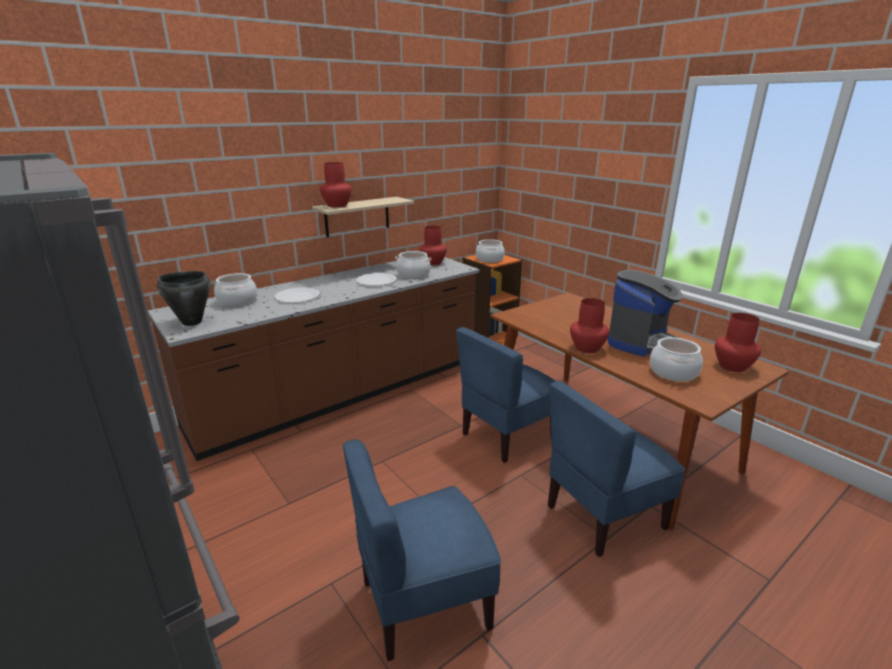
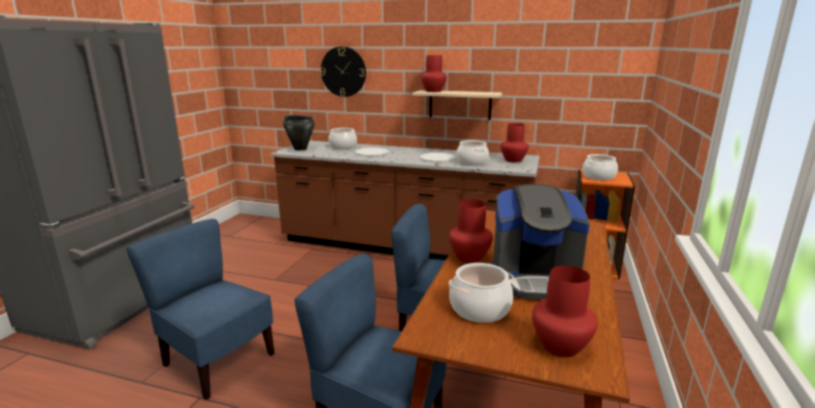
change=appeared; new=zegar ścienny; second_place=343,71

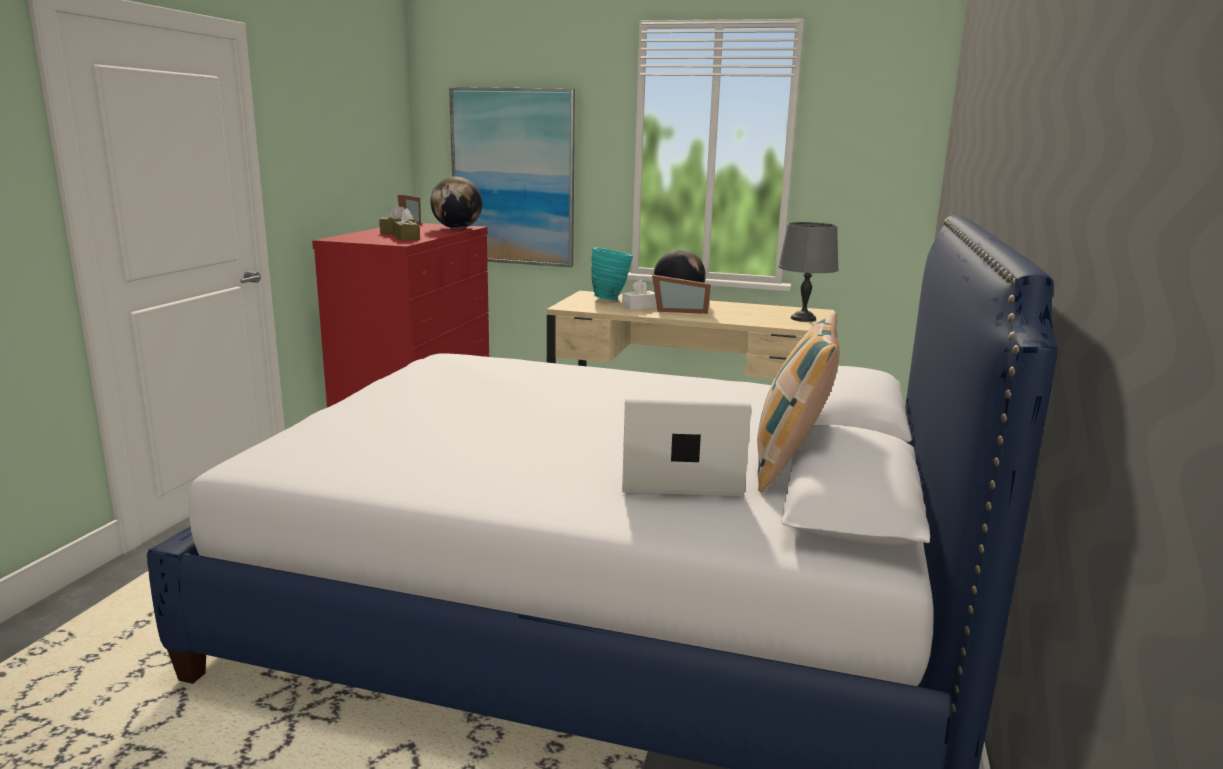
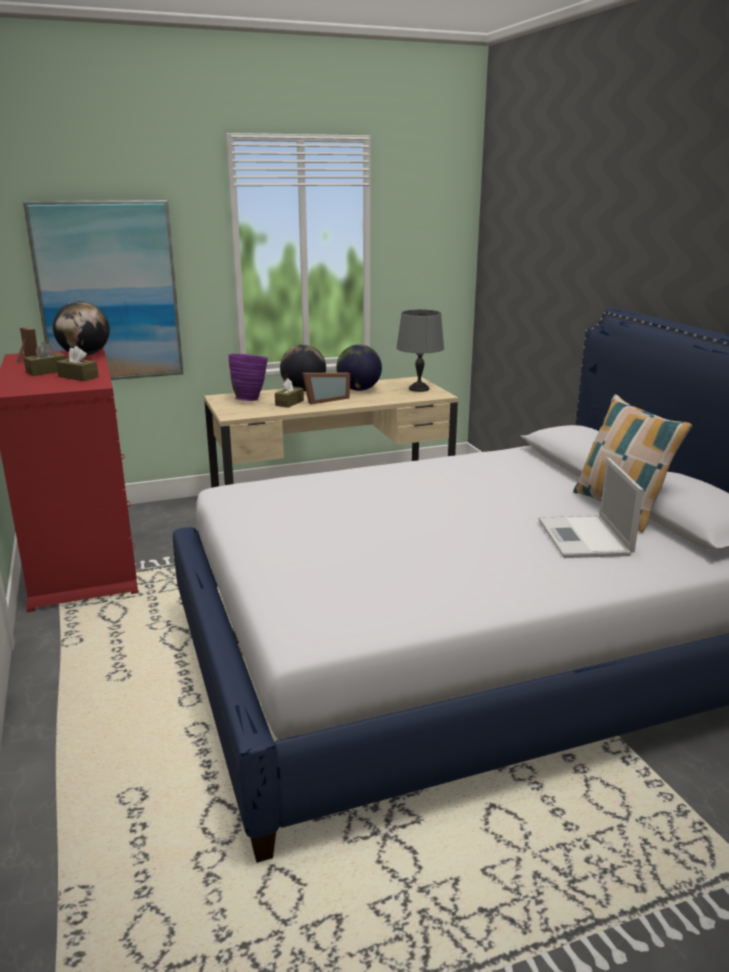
change=colour; old=wazon/turkusowy; new=wazon/fioletowy; first_place=611,299; second_place=250,399
change=colour; old=pudełko chusteczek/biały; new=pudełko chusteczek/brązowy; first_place=640,307; second_place=289,403
change=spun; old=laptop; first_place=677,477; second_place=585,538; degrees=-60
change=appeared; new=globus; second_place=359,390

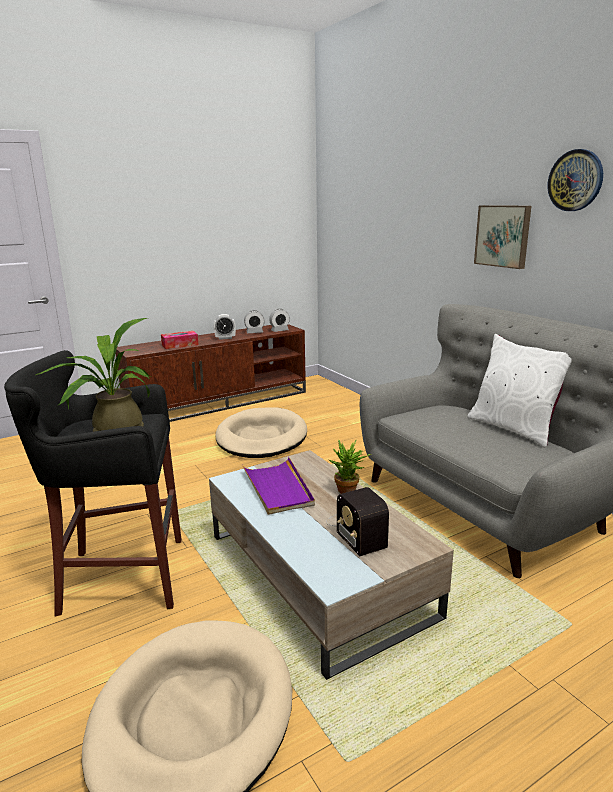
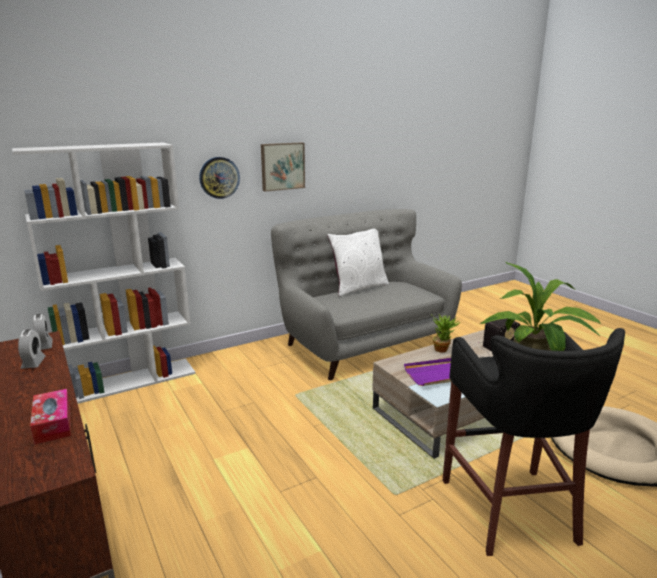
change=relocated; old=zegar ścienny; first_place=575,180; second_place=219,177
change=missing; old=budzik; first_place=225,338
change=missing; old=legowisko/beżowy; first_place=261,437
change=appeared; new=regał/biały; second_place=130,381

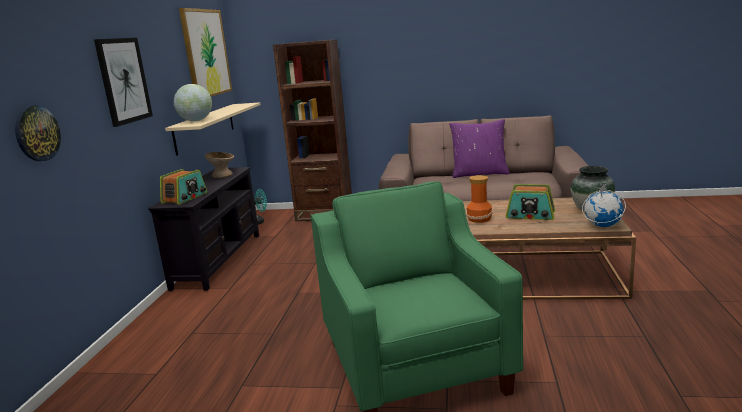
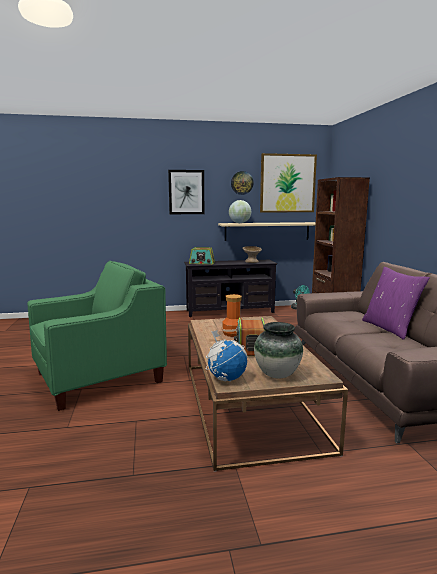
change=relocated; old=zegar ścienny; first_place=37,133; second_place=242,183

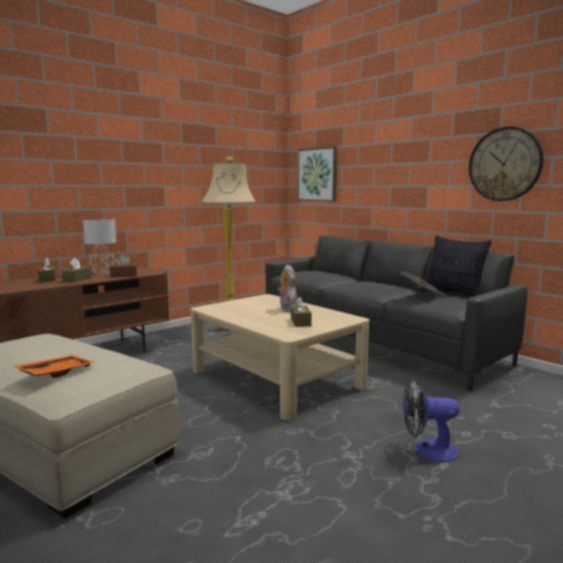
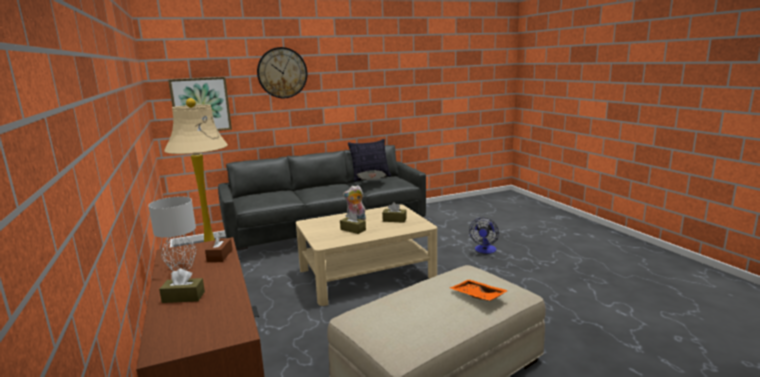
change=relocated; old=zegar ścienny; first_place=505,164; second_place=282,73
change=relocated; old=pudełko chusteczek/brązowy; first_place=77,279; second_place=353,230

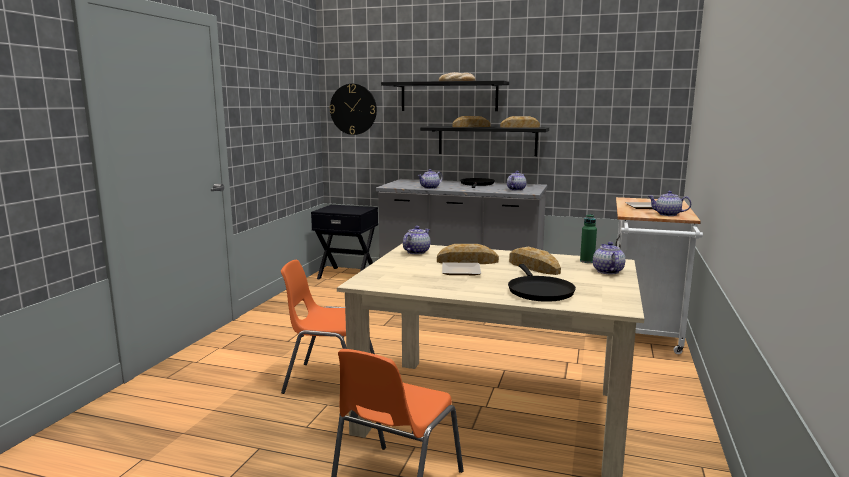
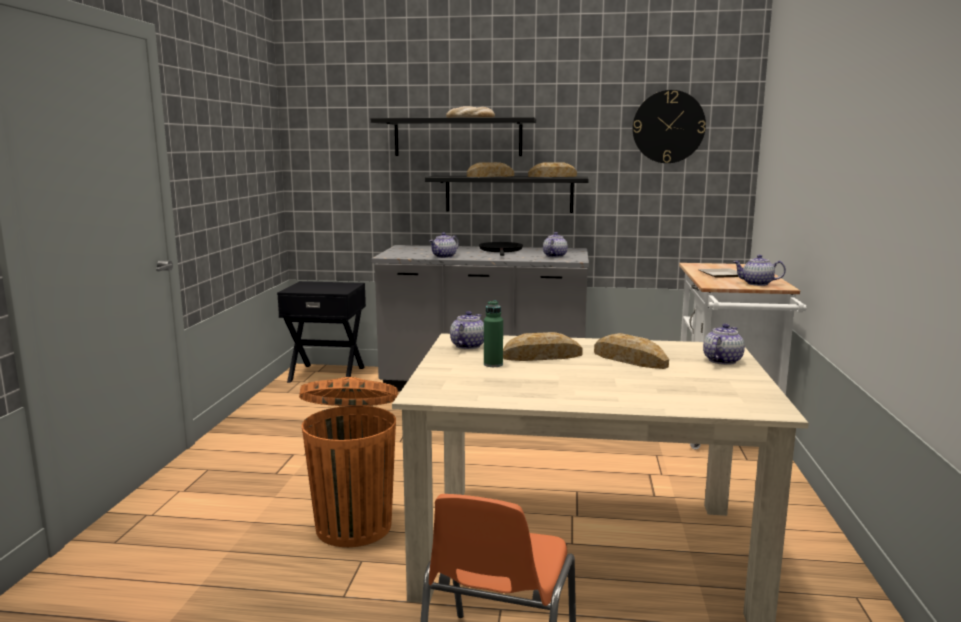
change=relocated; old=zegar ścienny; first_place=353,109; second_place=668,127
change=relocated; old=butelka/zielony; first_place=587,261; second_place=493,364
change=spun; old=imbryk; first_place=607,271; second_place=722,360; degrees=45
change=exchanged; old=krzesło/pomarańczowy; new=kosz na śmieci/pomarańczowy; first_place=330,380; second_place=354,525
change=missing; old=talerz; first_place=459,271
change=missing; old=patelnia/czarny; first_place=539,291

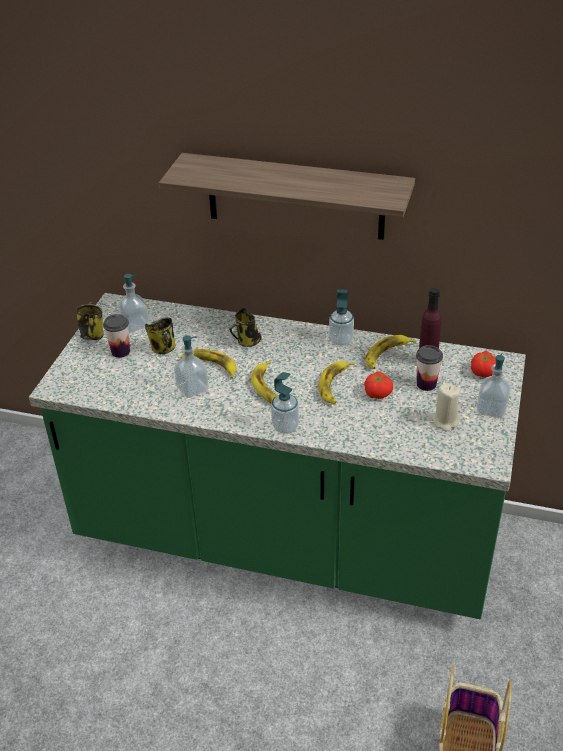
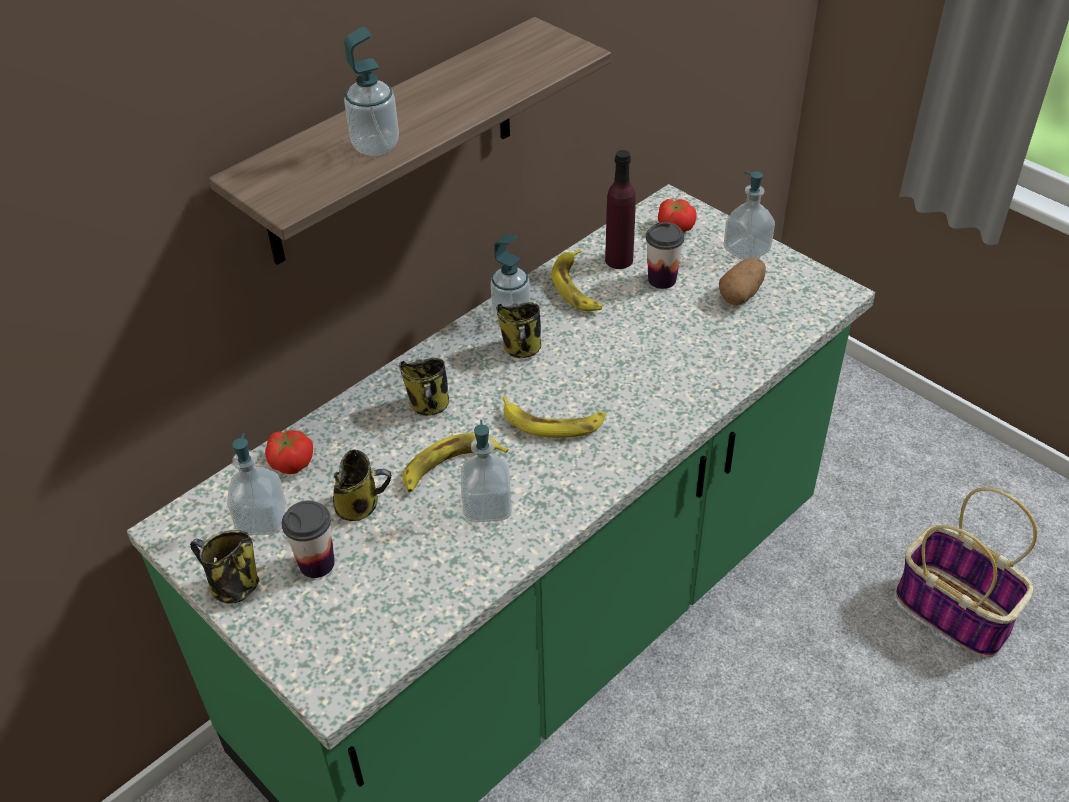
change=missing; old=banan; first_place=335,385
change=relocated; old=pomidor; first_place=378,393; second_place=292,461
change=relocated; old=dozownik mydła; first_place=285,427; second_place=375,146
change=exchanged; old=świeca/beżowy; new=ziemniak; first_place=445,421; second_place=741,294
change=appeared; new=kubek; second_place=522,349

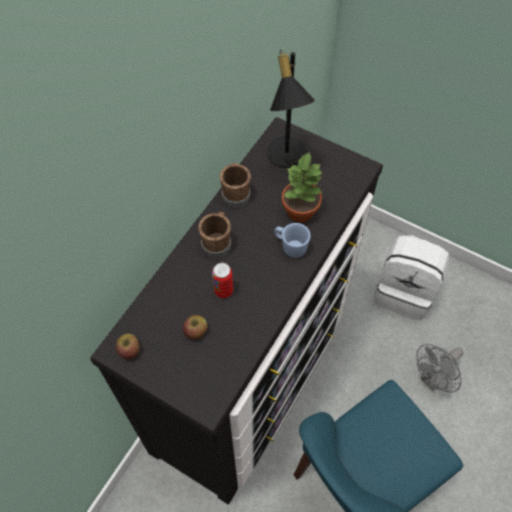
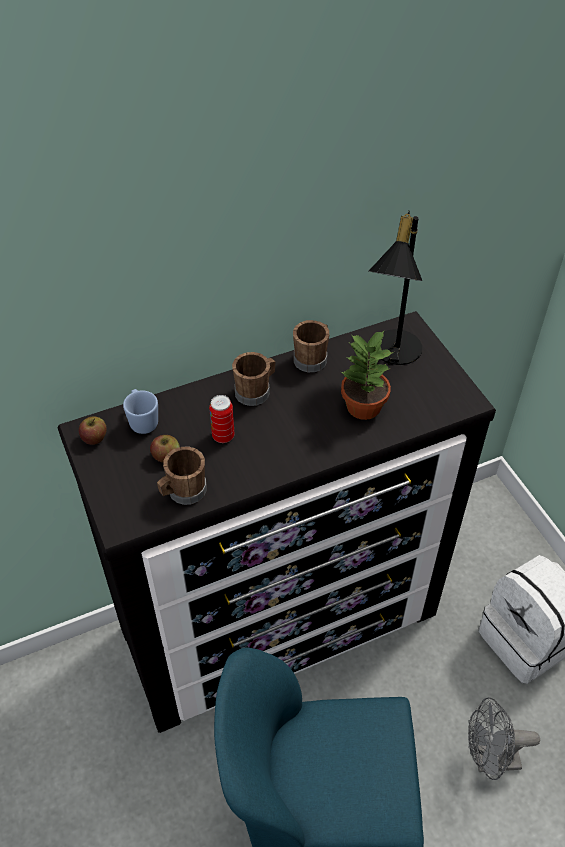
change=relocated; old=kubek/niebieski; first_place=290,247; second_place=142,421
change=appeared; new=kubek/brązowy; second_place=183,492

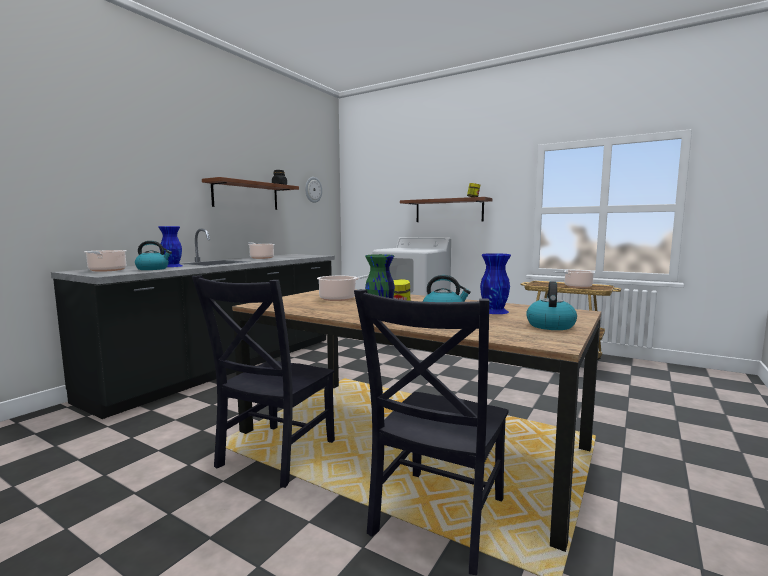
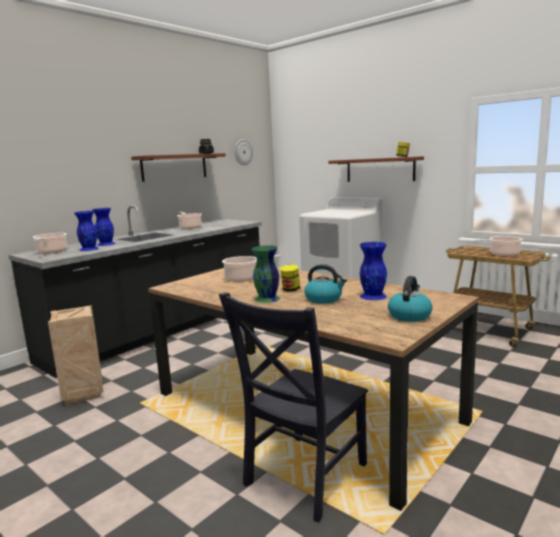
change=exchanged; old=czajnik; new=wazon/niebieski; first_place=153,269; second_place=89,249
change=missing; old=krzesło/czarny; first_place=274,456
change=appeared; new=skrzynka; second_place=82,393

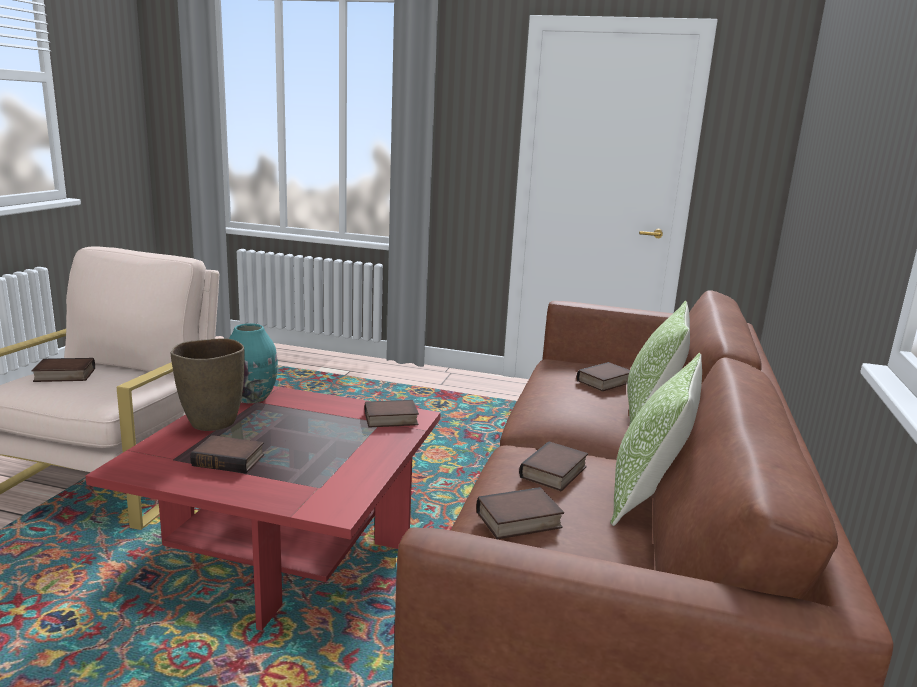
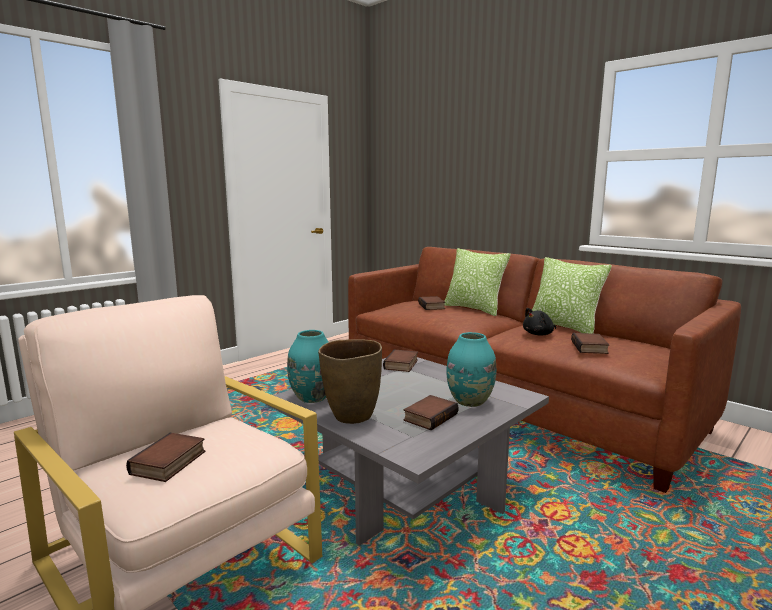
change=colour; old=ława/czerwony; new=ława/szary; first_place=287,548; second_place=406,486
change=exchanged; old=książka; new=pluszak/czarny; first_place=555,473; second_place=539,334
change=appeared; new=wazon/turkusowy; second_place=469,401

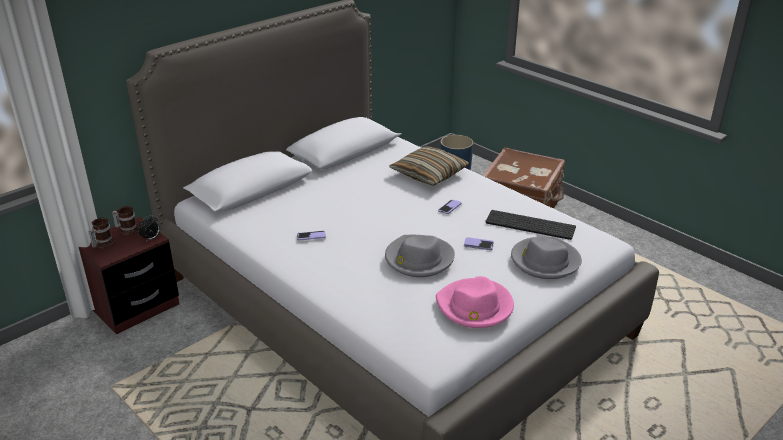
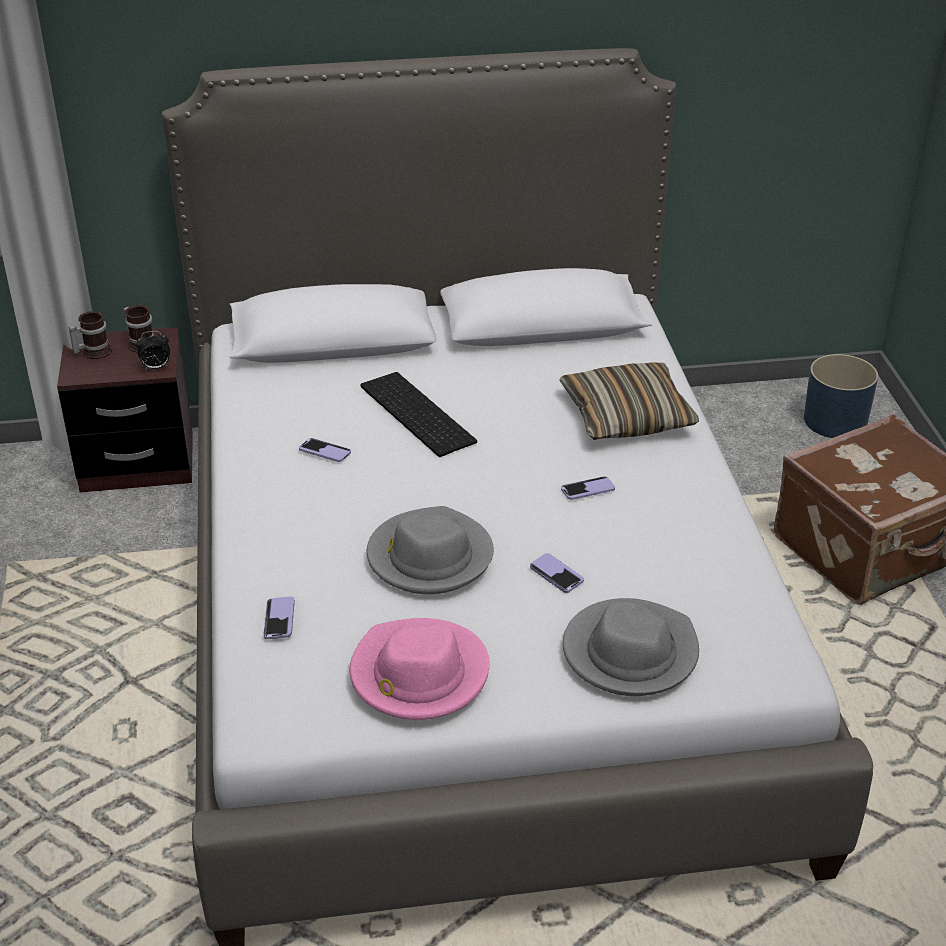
change=relocated; old=klawiatura; first_place=529,225; second_place=414,414
change=appeared; new=telefon; second_place=279,619

